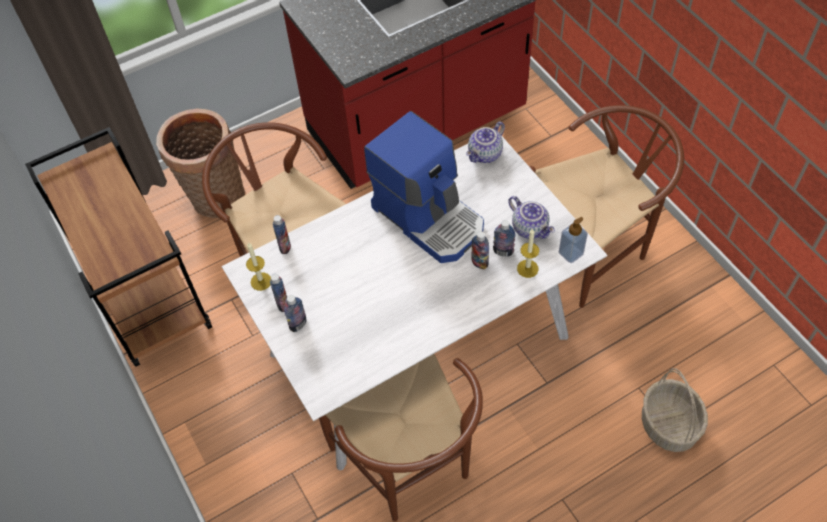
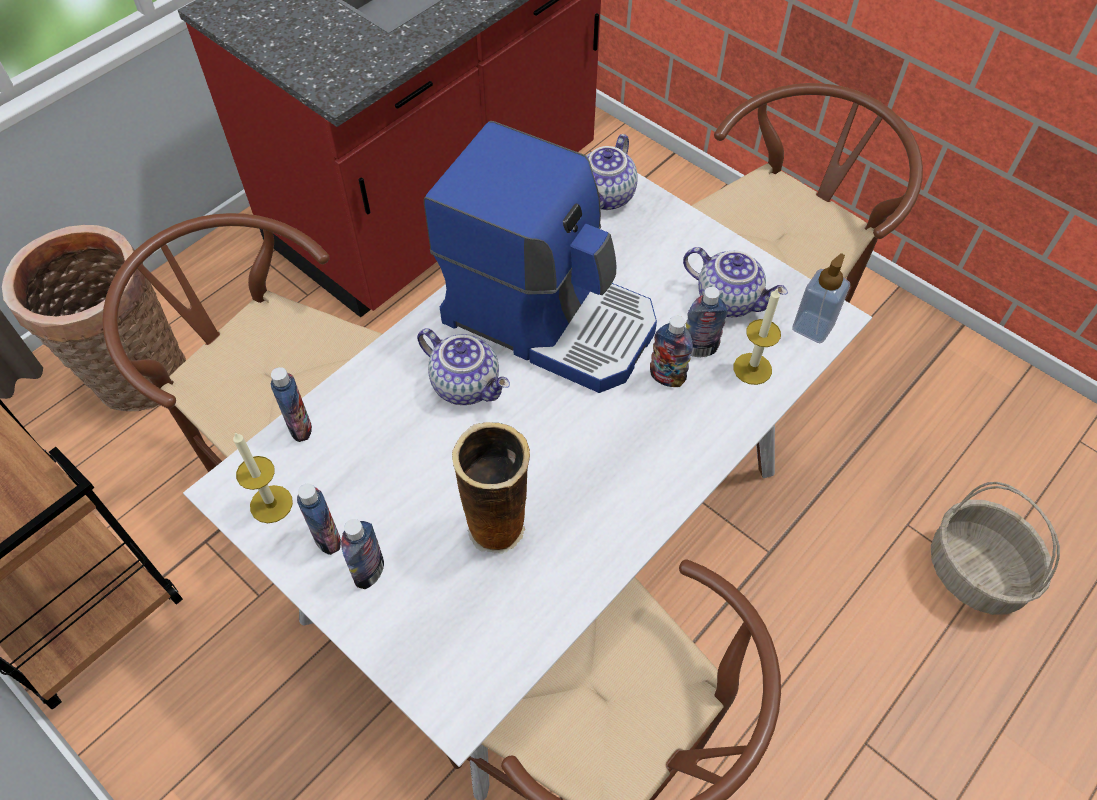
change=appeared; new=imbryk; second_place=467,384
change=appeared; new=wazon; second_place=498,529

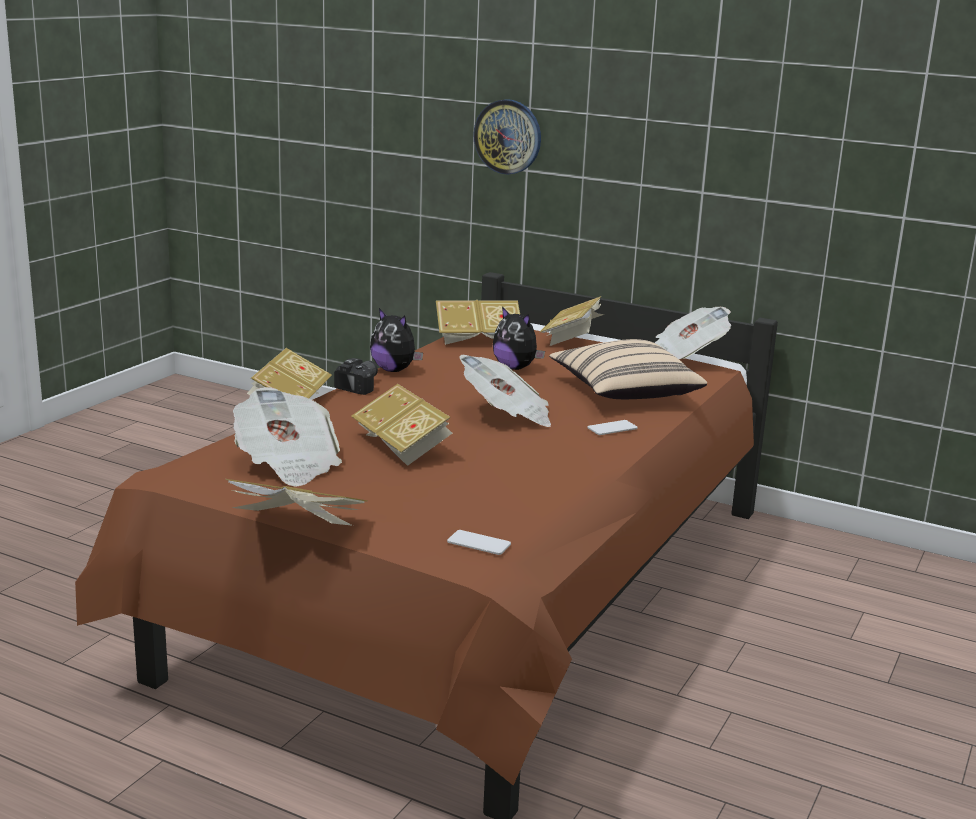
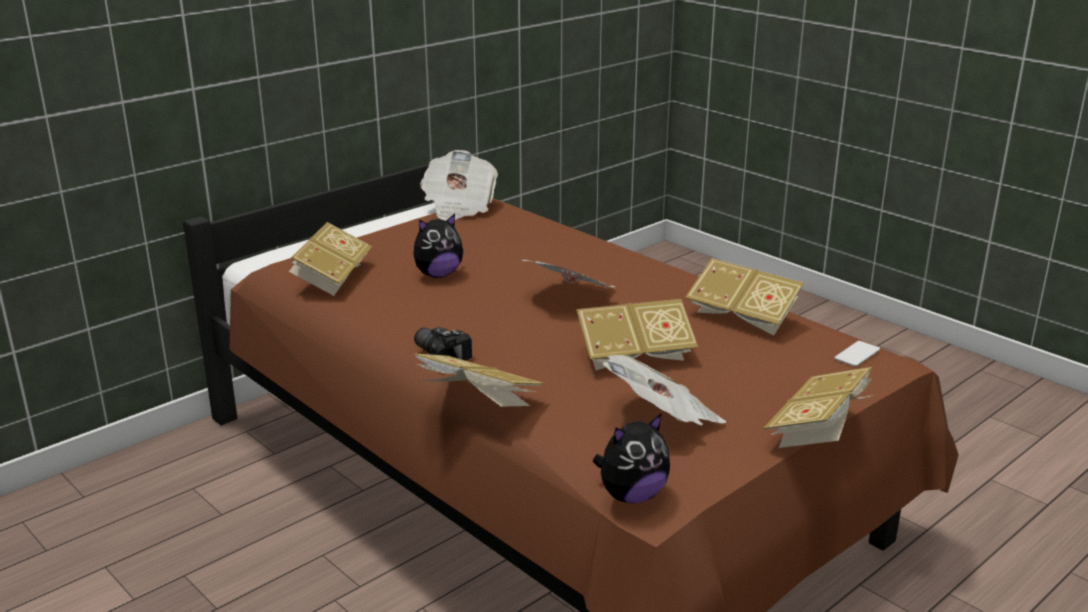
change=missing; old=zegar ścienny; first_place=508,136
change=relocated; old=książka; first_place=572,338; second_place=743,317
change=relocated; old=pluszak; first_place=394,370; second_place=631,495
change=missing; old=poduszka/beżowy; first_place=624,393
change=missing; old=telefon; first_place=612,428

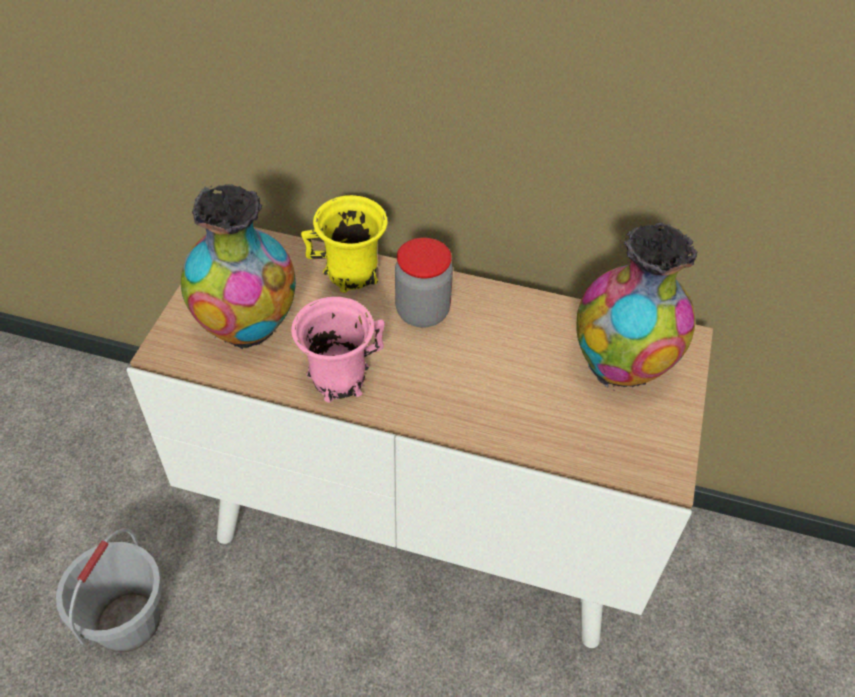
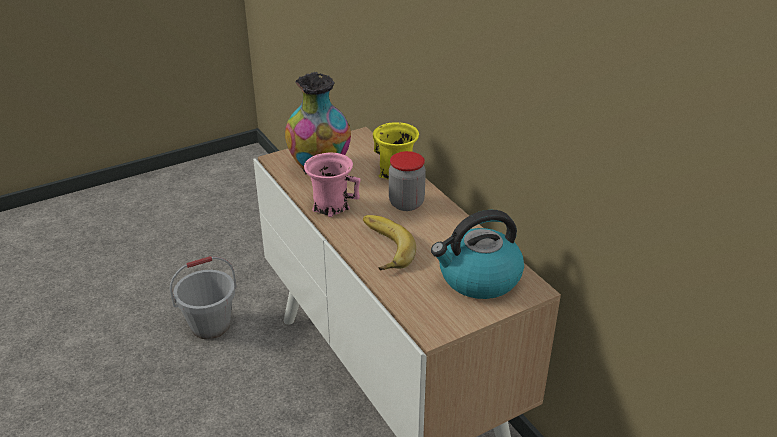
change=exchanged; old=wazon; new=czajnik; first_place=622,365; second_place=478,278
change=appeared; new=banan; second_place=381,247

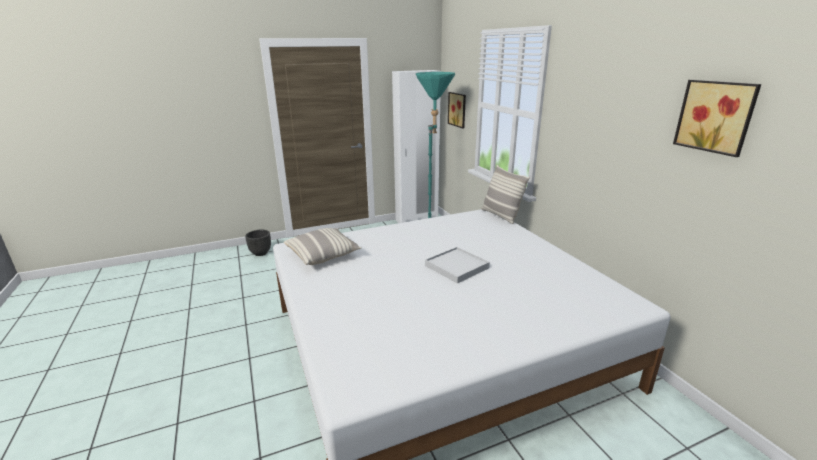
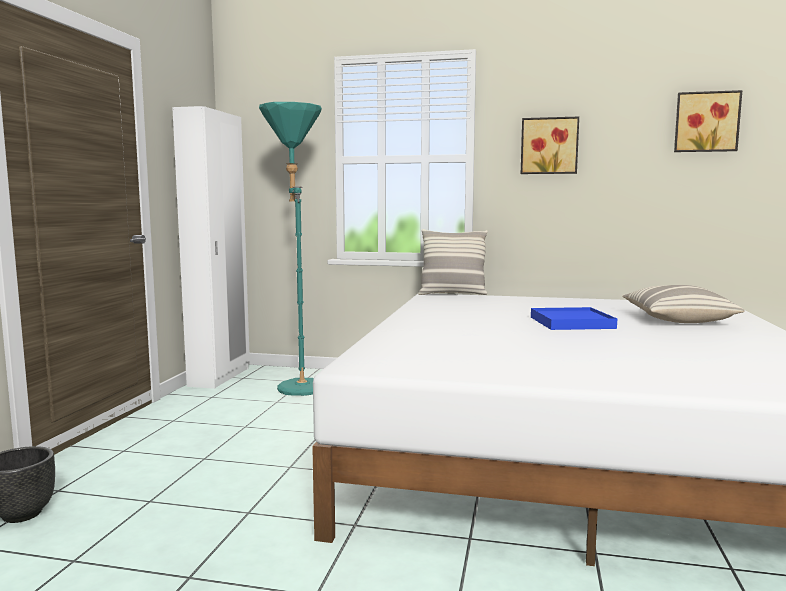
change=relocated; old=obraz; first_place=458,109; second_place=549,146
change=relocated; old=poduszka; first_place=323,255; second_place=677,319
change=colour; old=taca/biały; new=taca/niebieski; first_place=457,267; second_place=571,323

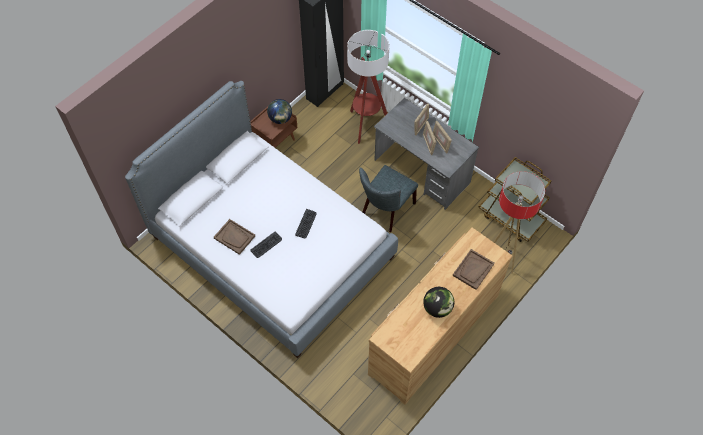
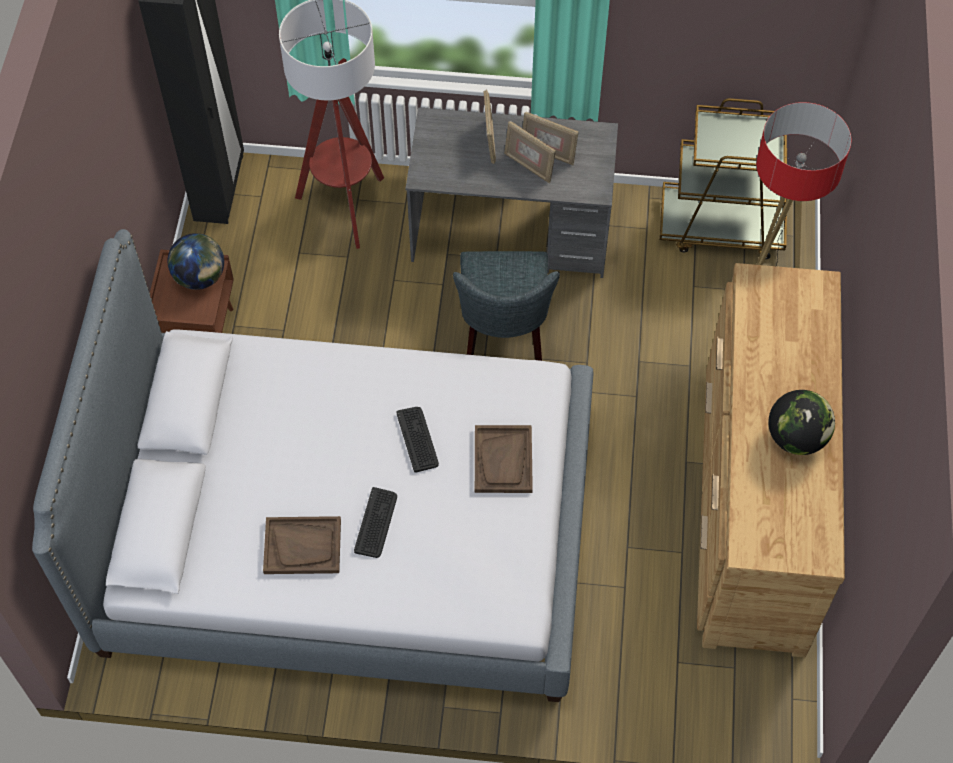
change=relocated; old=taca/brązowy; first_place=473,270; second_place=503,460

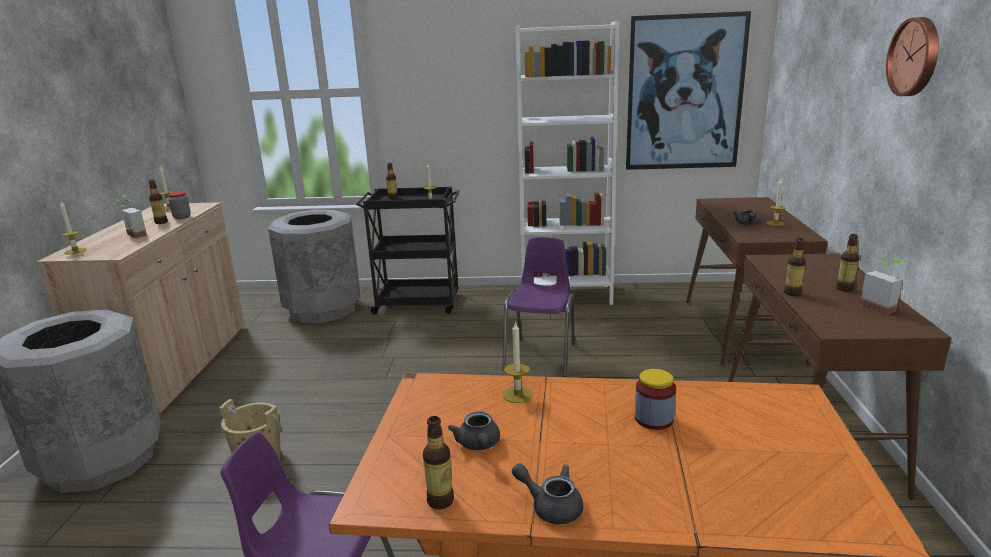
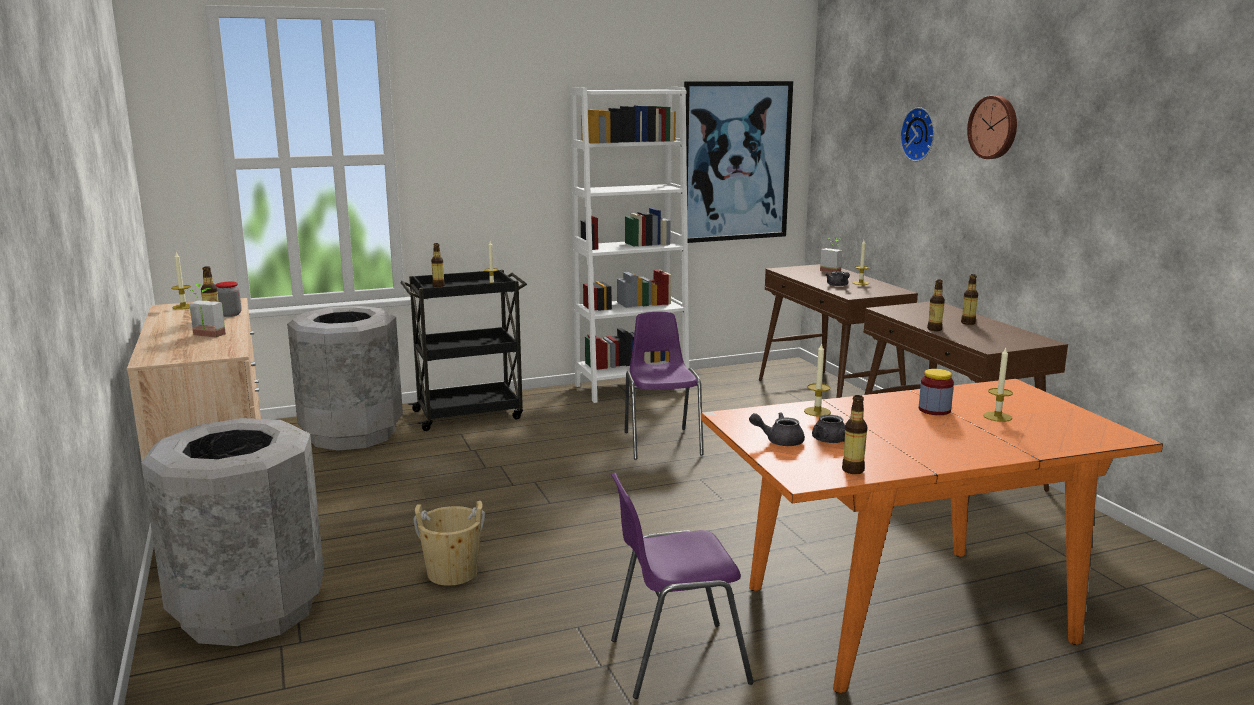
change=relocated; old=świeca; first_place=75,251; second_place=997,417
change=relocated; old=roślina doniczkowa; first_place=881,306; second_place=832,270
change=relocated; old=imbryk/szary; first_place=551,506; second_place=779,441
change=appeared; new=zegar ścienny; second_place=920,134

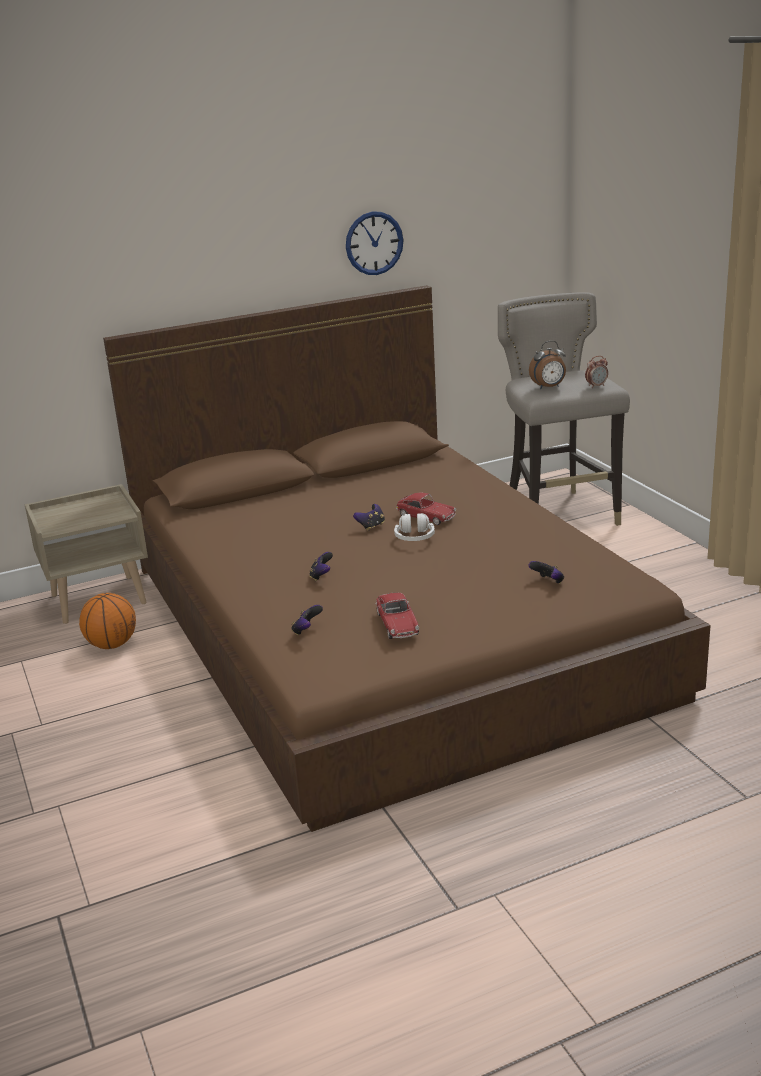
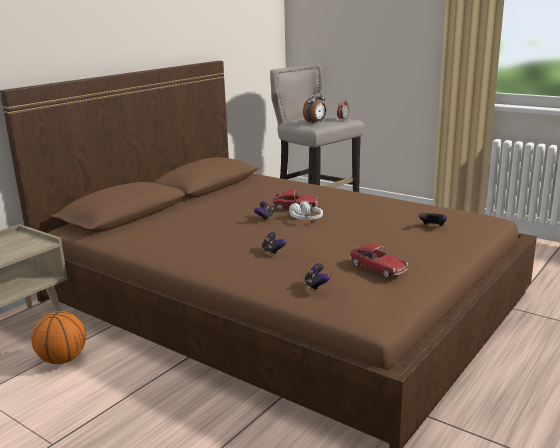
change=missing; old=zegar ścienny; first_place=374,243

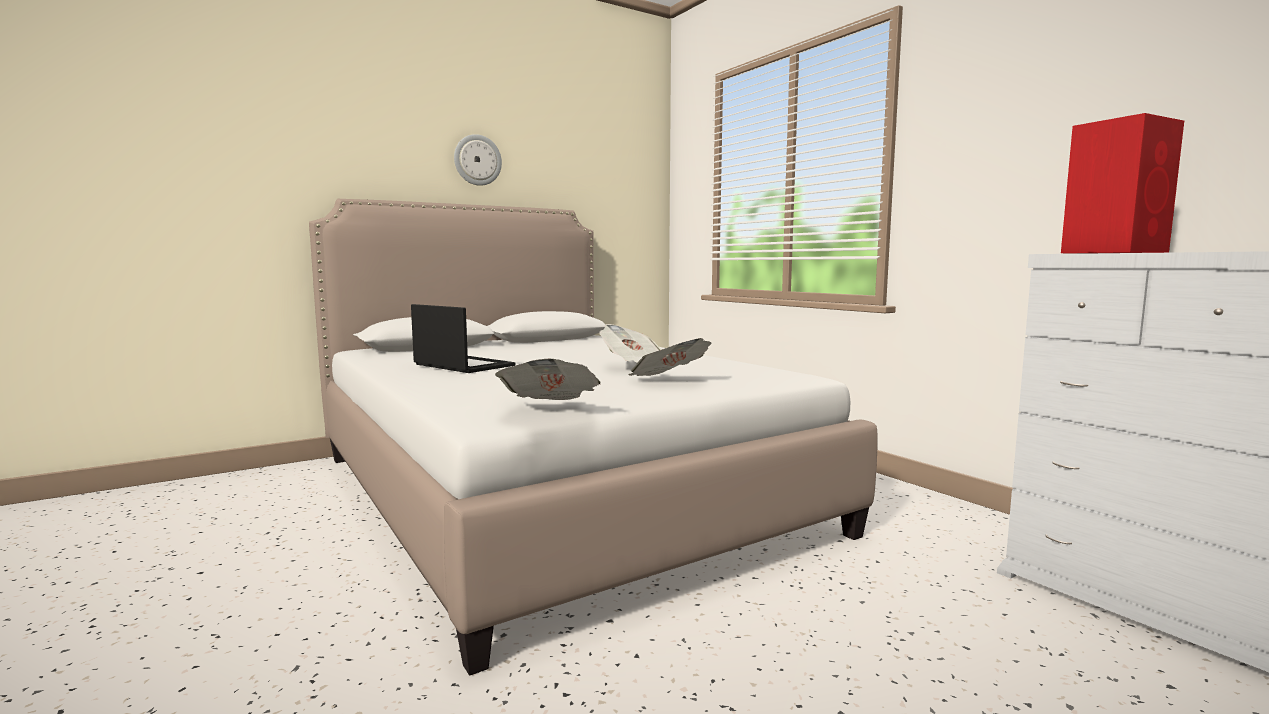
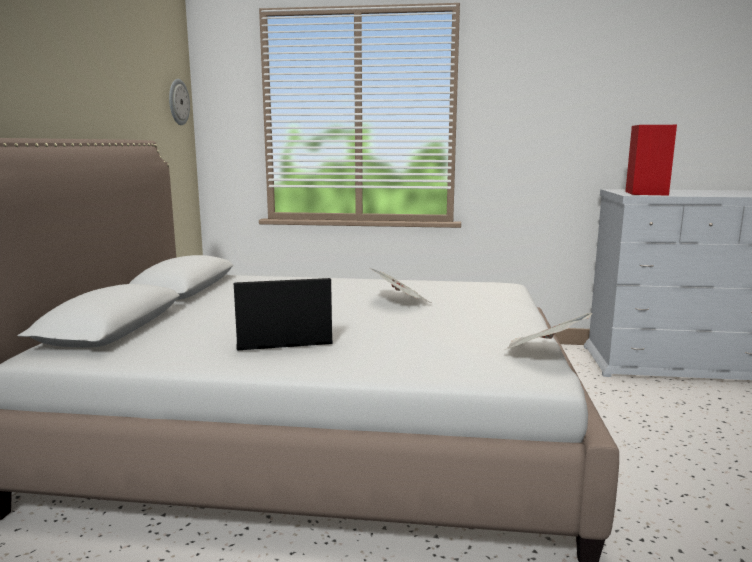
change=relocated; old=zegar ścienny; first_place=477,160; second_place=178,102
change=missing; old=gazeta; first_place=669,381

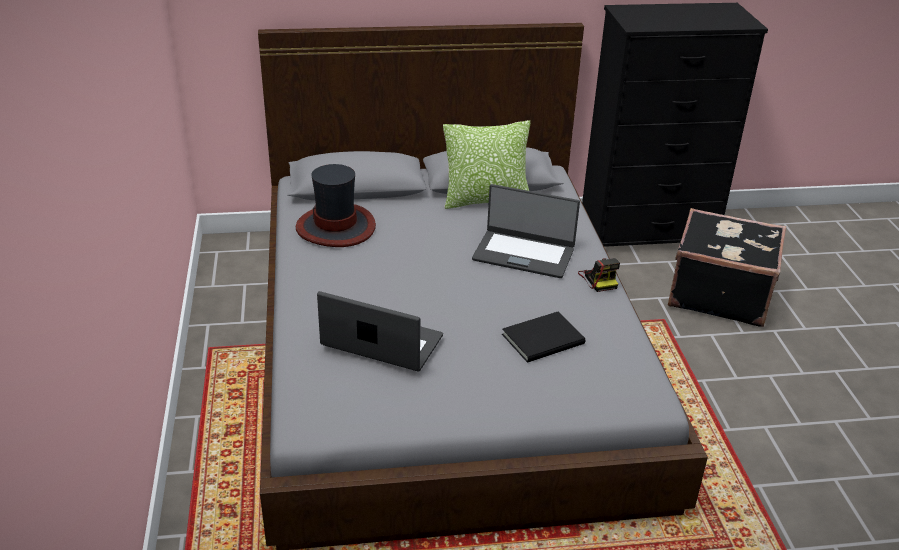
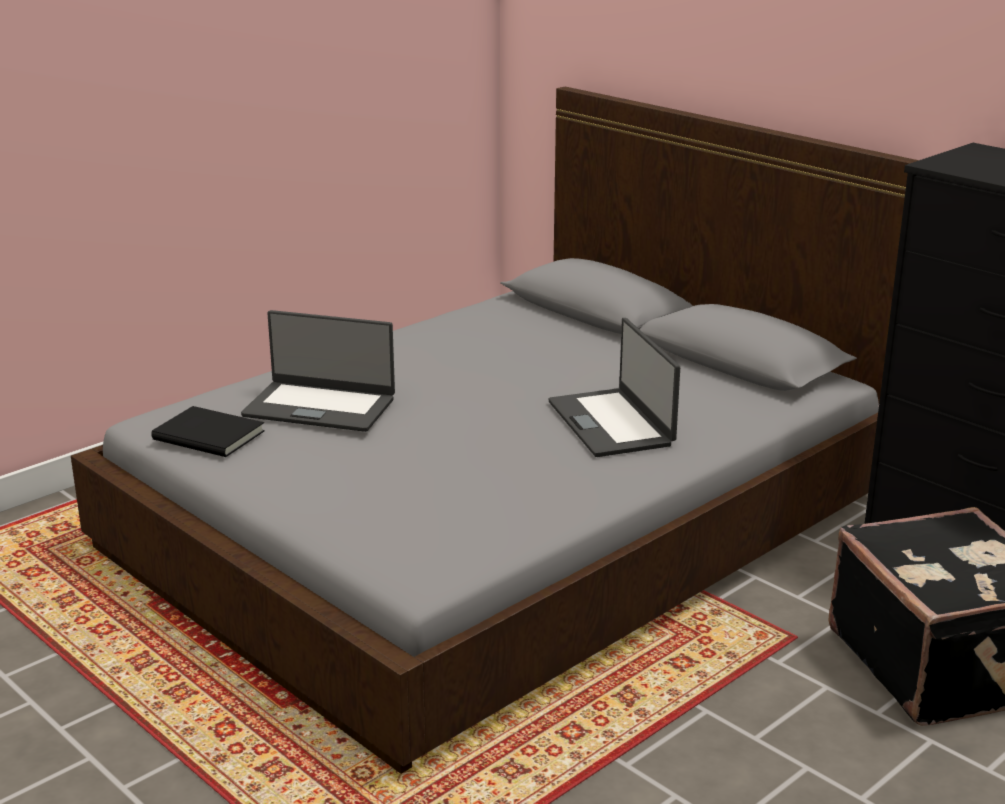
change=missing; old=poduszka; first_place=485,200
change=missing; old=kapelusz; first_place=336,227
change=missing; old=aparat fotograficzny; first_place=598,279
change=spun; old=laptop; first_place=381,342; second_place=320,407; degrees=120
change=relocated; old=książka/czarny; first_place=541,338; second_place=209,434

